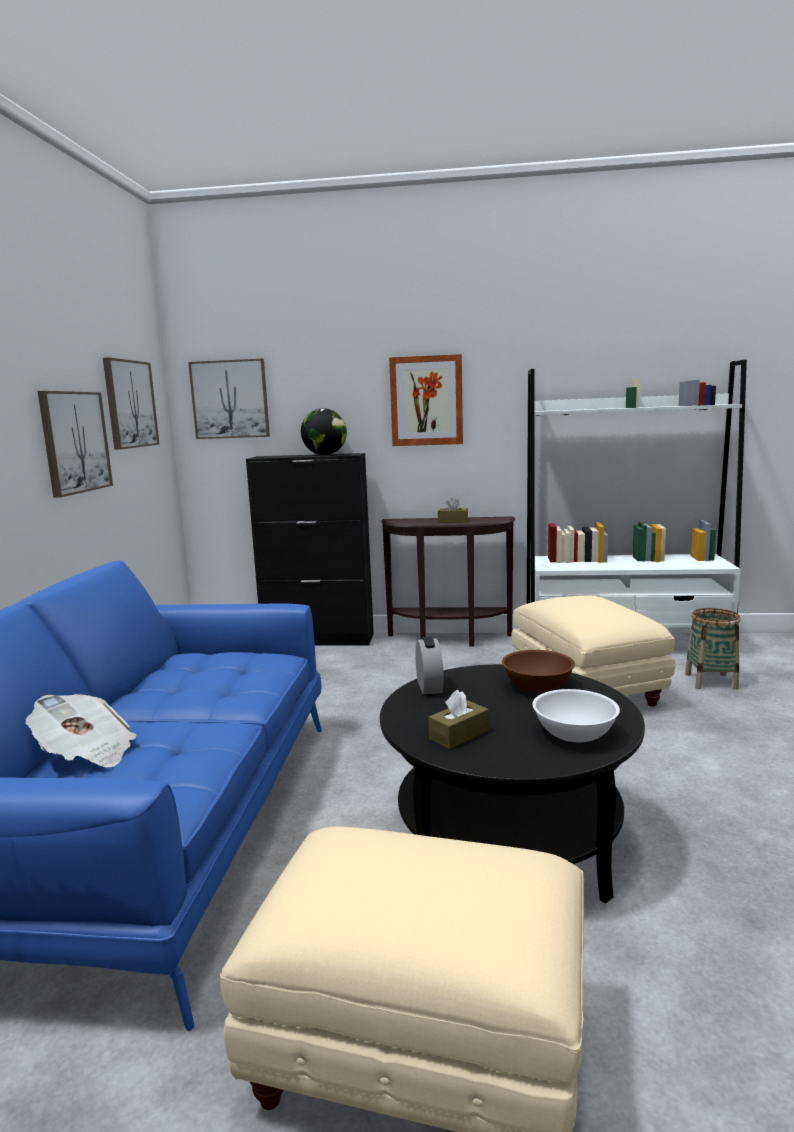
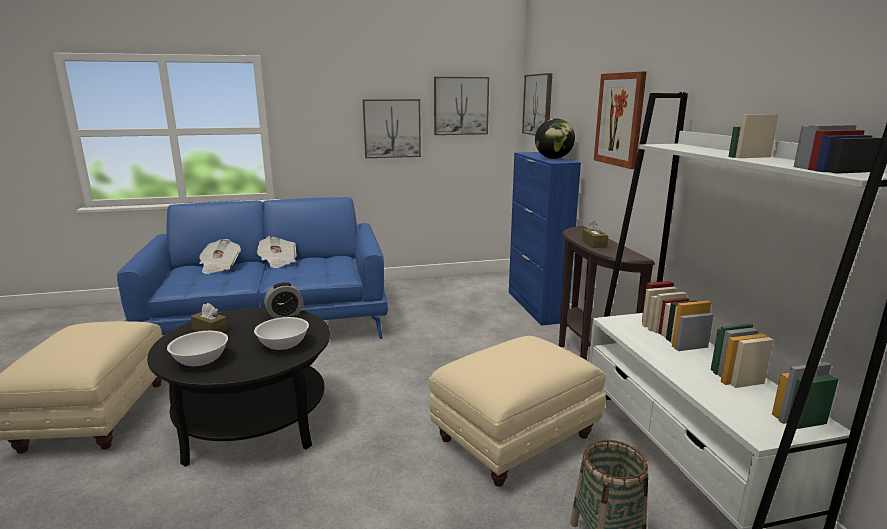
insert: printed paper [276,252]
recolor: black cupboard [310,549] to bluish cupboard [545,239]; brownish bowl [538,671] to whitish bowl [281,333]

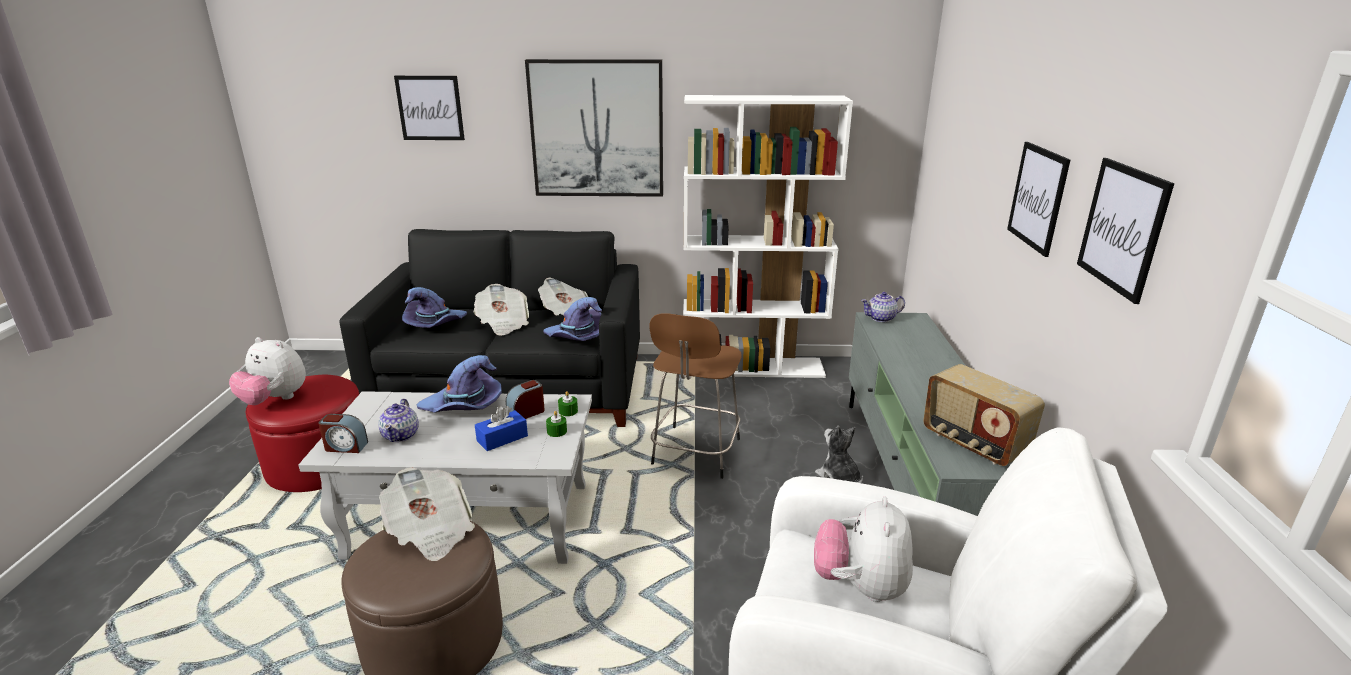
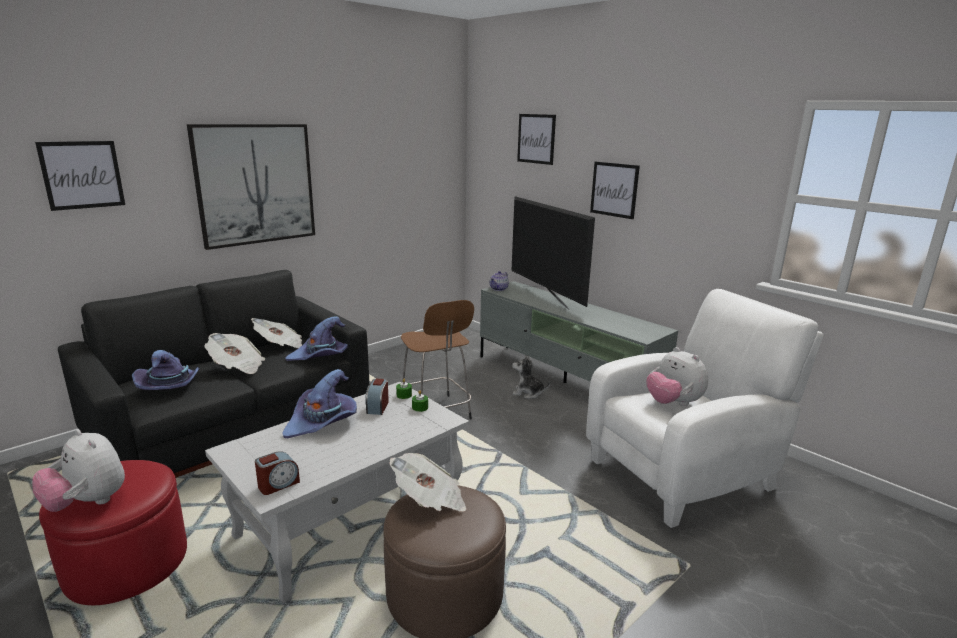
delete: whitish bookshelf [768,236]; radio set [984,415]; teapot [398,420]; bluish tissue holder [501,428]
insert: television [553,252]
move: wall art [1125,231] to [536,139]
rotate: cuddly toy [267,371] = [78,470] 60 degrees clockwise

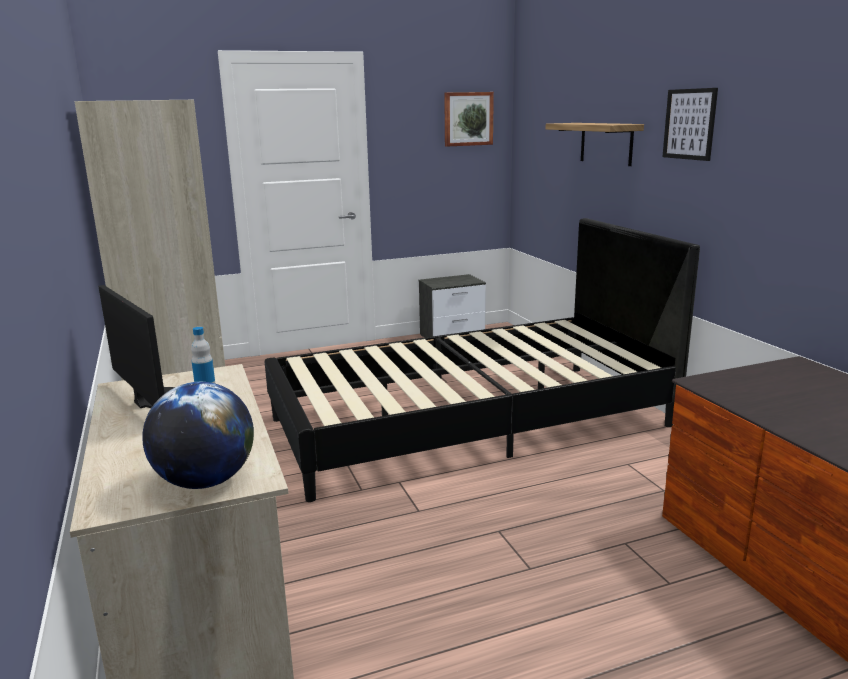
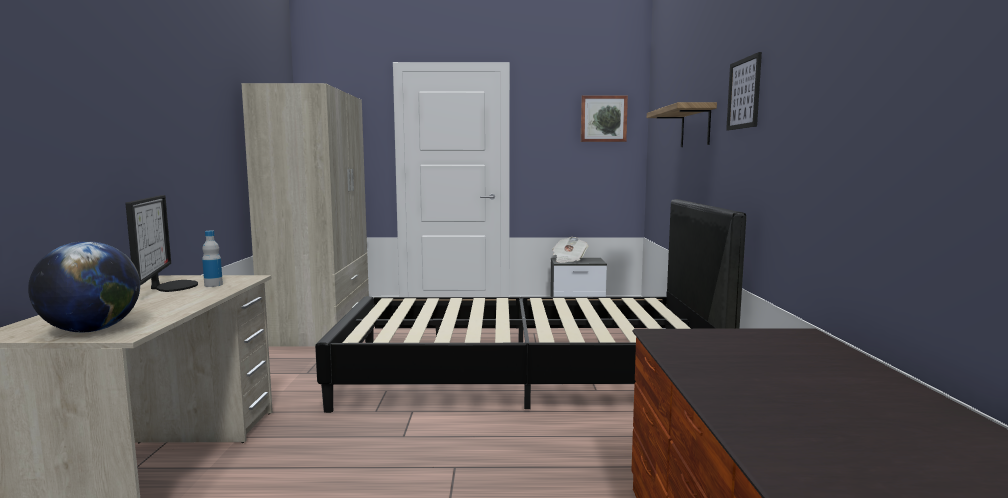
insert: printed paper [570,250]

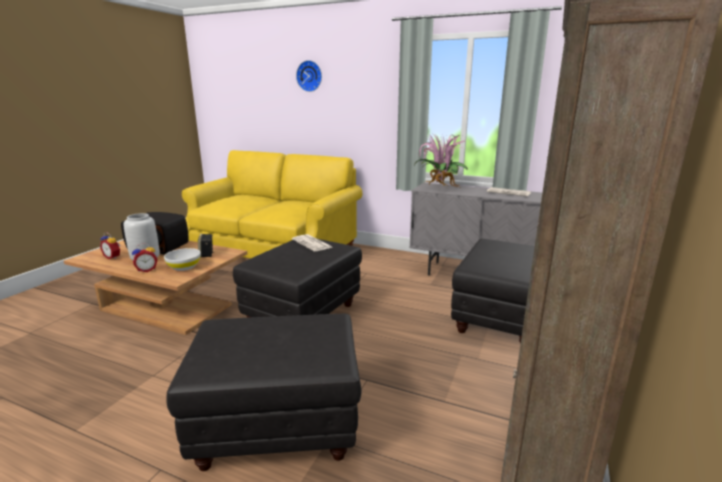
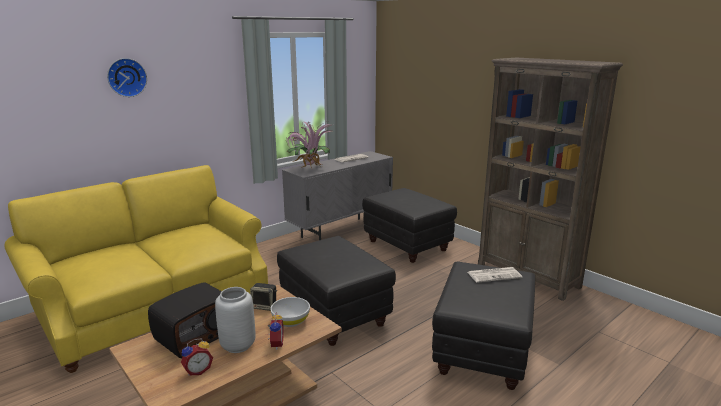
move: printed paper [312,242] to [495,275]

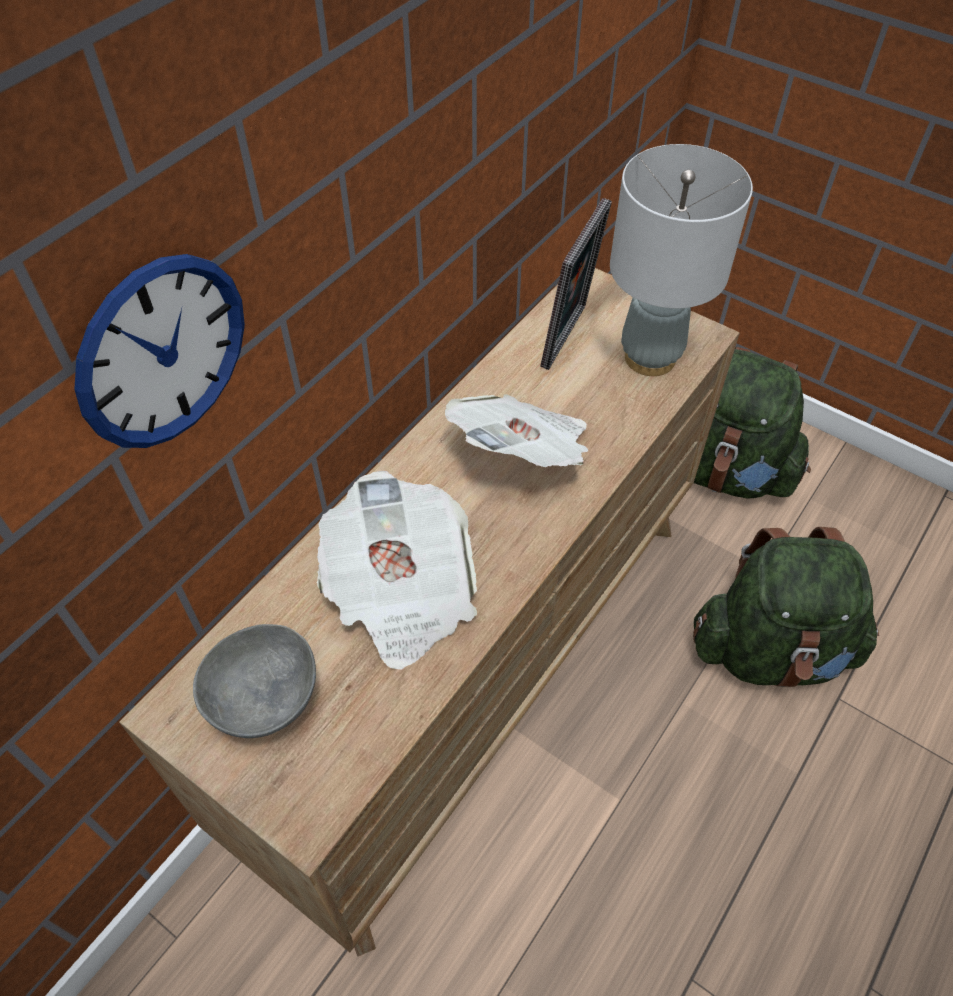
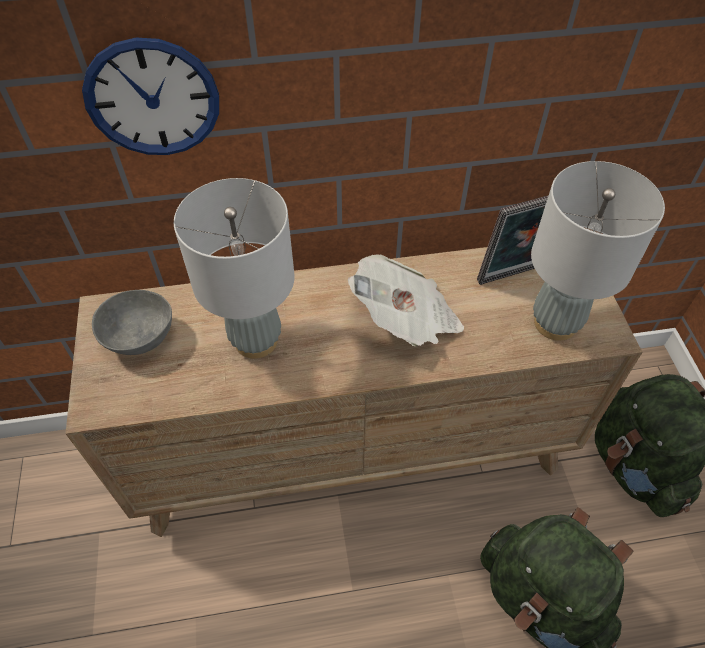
replace: printed paper [396,570] to greyish tabletop lamp [234,268]

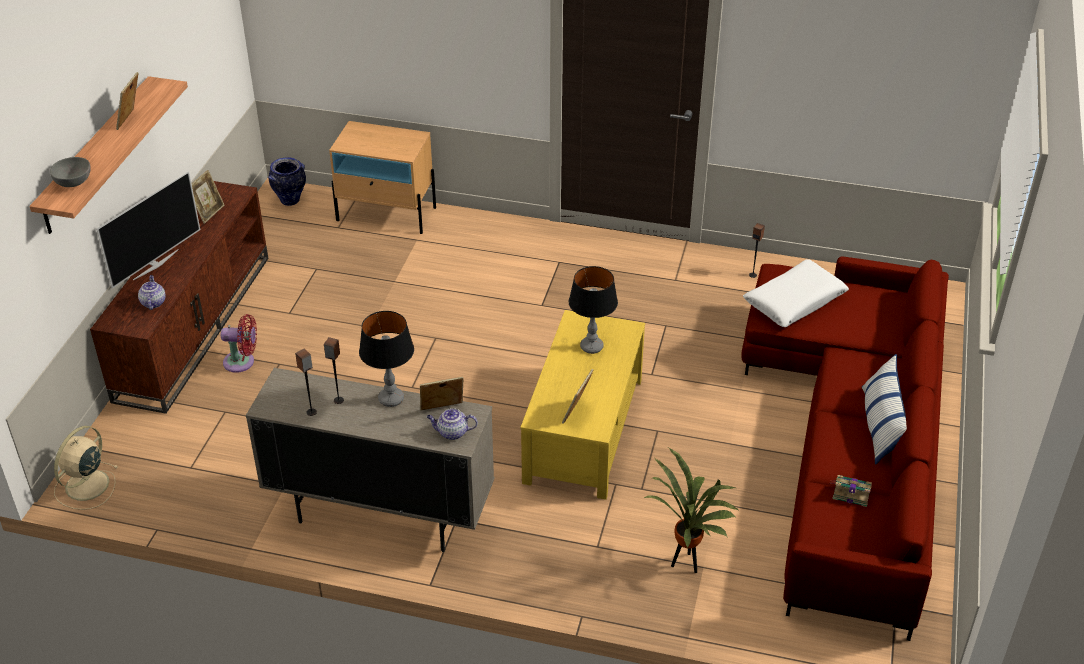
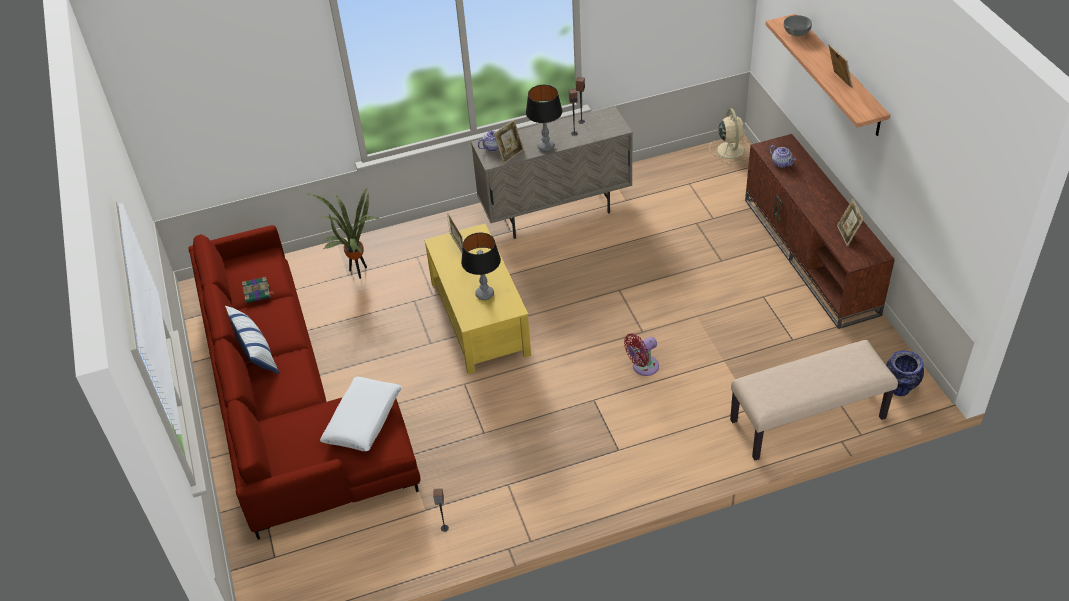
delete: television [148,229]
move: red electric fan [239,343] to [641,354]
replace: beige-coloured night table [382,177] to beige-coloured bench [814,400]

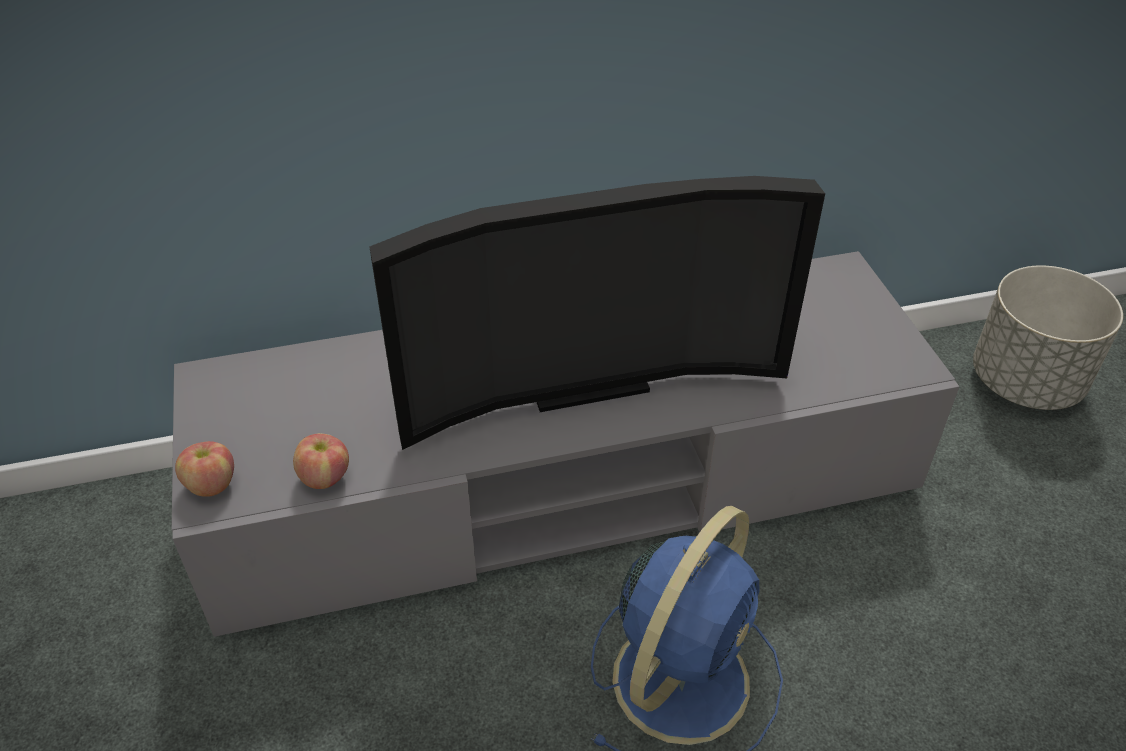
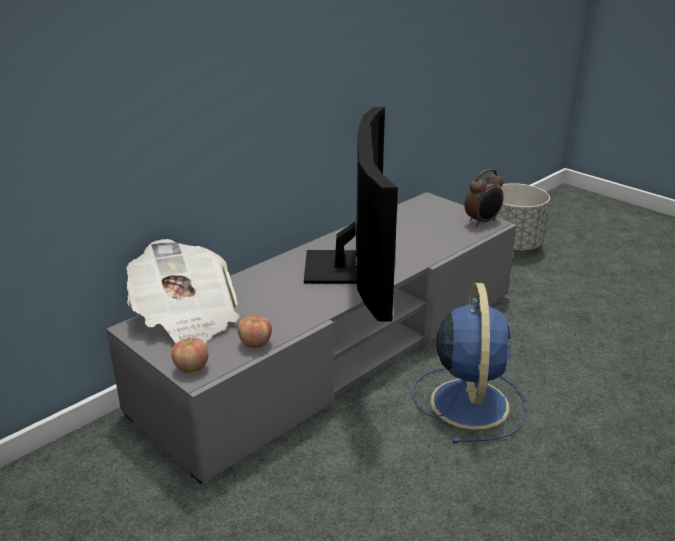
insert: bedside clock [484,198]; printed paper [183,291]
rotate: television [597,313] = [351,214] 45 degrees counterclockwise

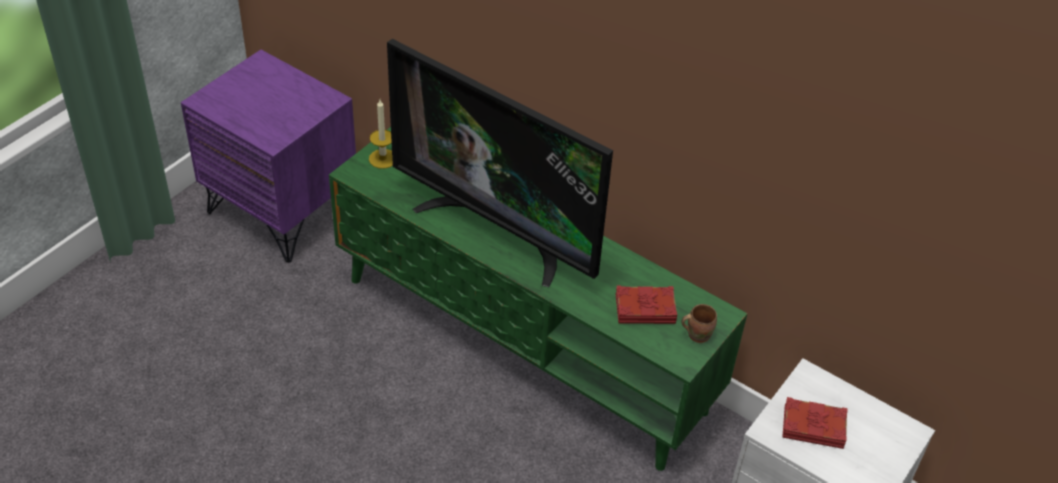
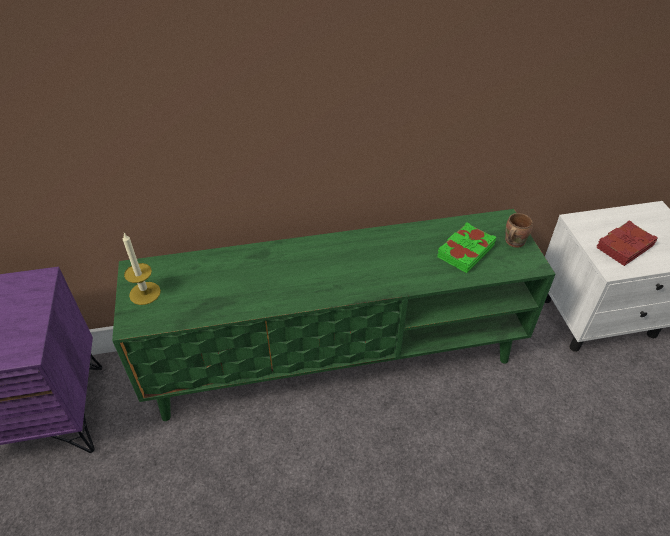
delete: television [500,163]
recolor: red book [646,305] to green-coloured book [466,247]

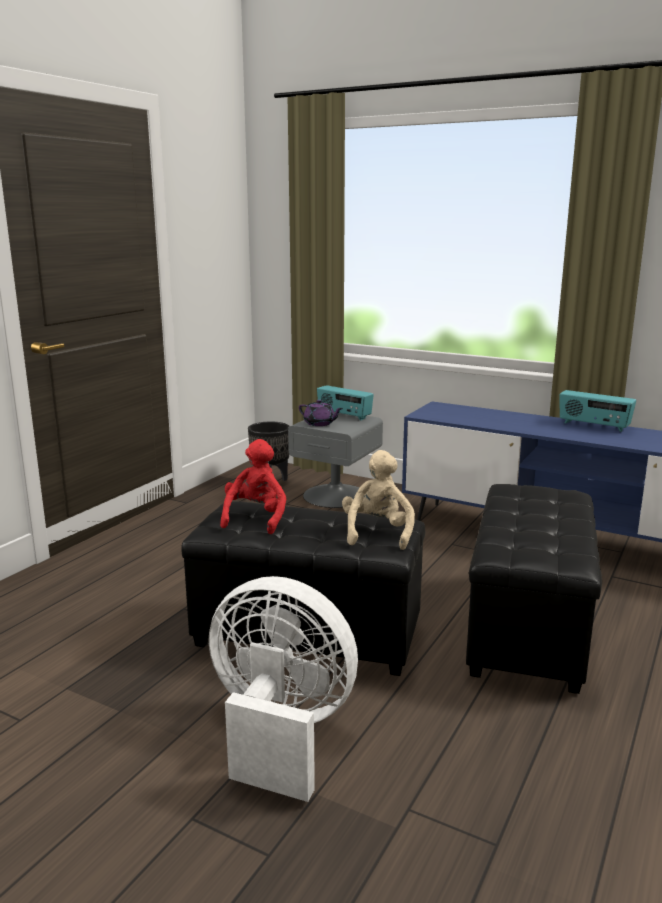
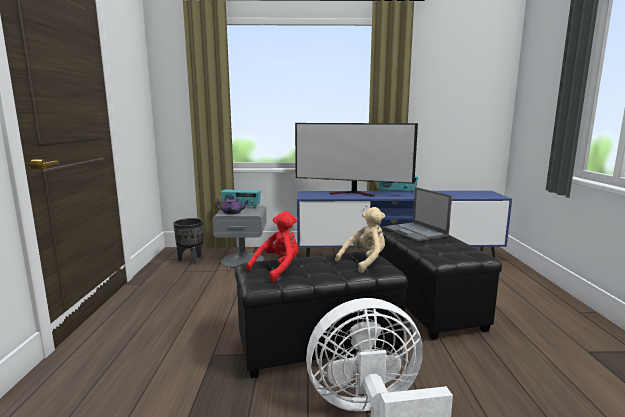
insert: television [356,160]; notebook computer [418,214]
rotate: red cuddly toy [253,486] = [272,246] 60 degrees clockwise; beige-coloured cuddly toy [378,500] = [360,240] 75 degrees clockwise

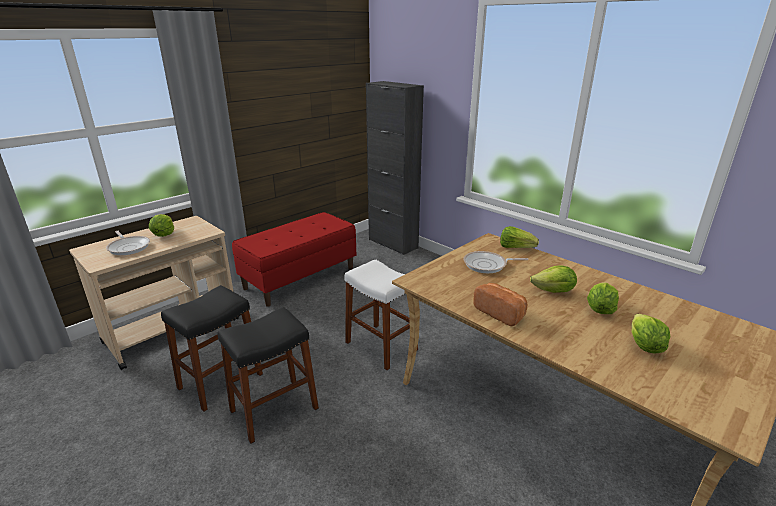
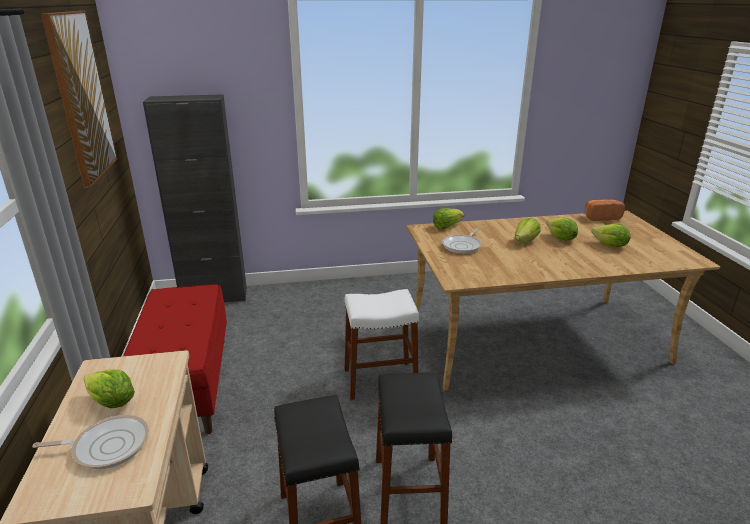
insert: wall art [79,99]
move: bread [500,304] to [605,210]

